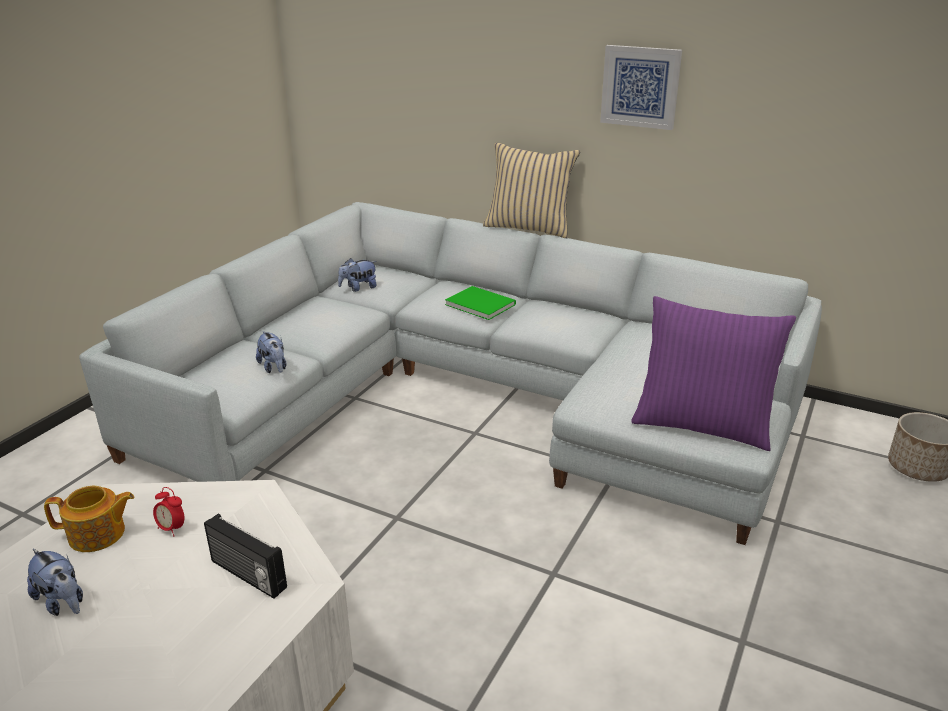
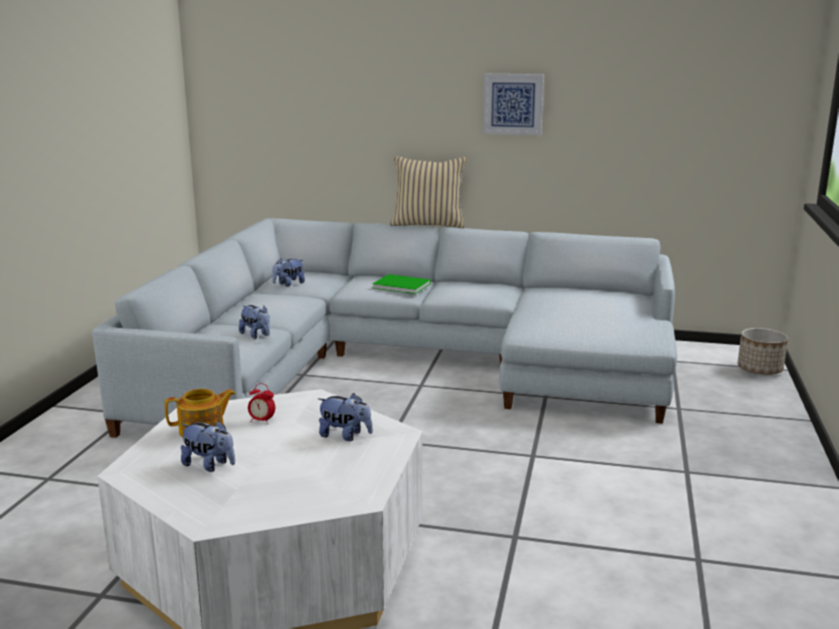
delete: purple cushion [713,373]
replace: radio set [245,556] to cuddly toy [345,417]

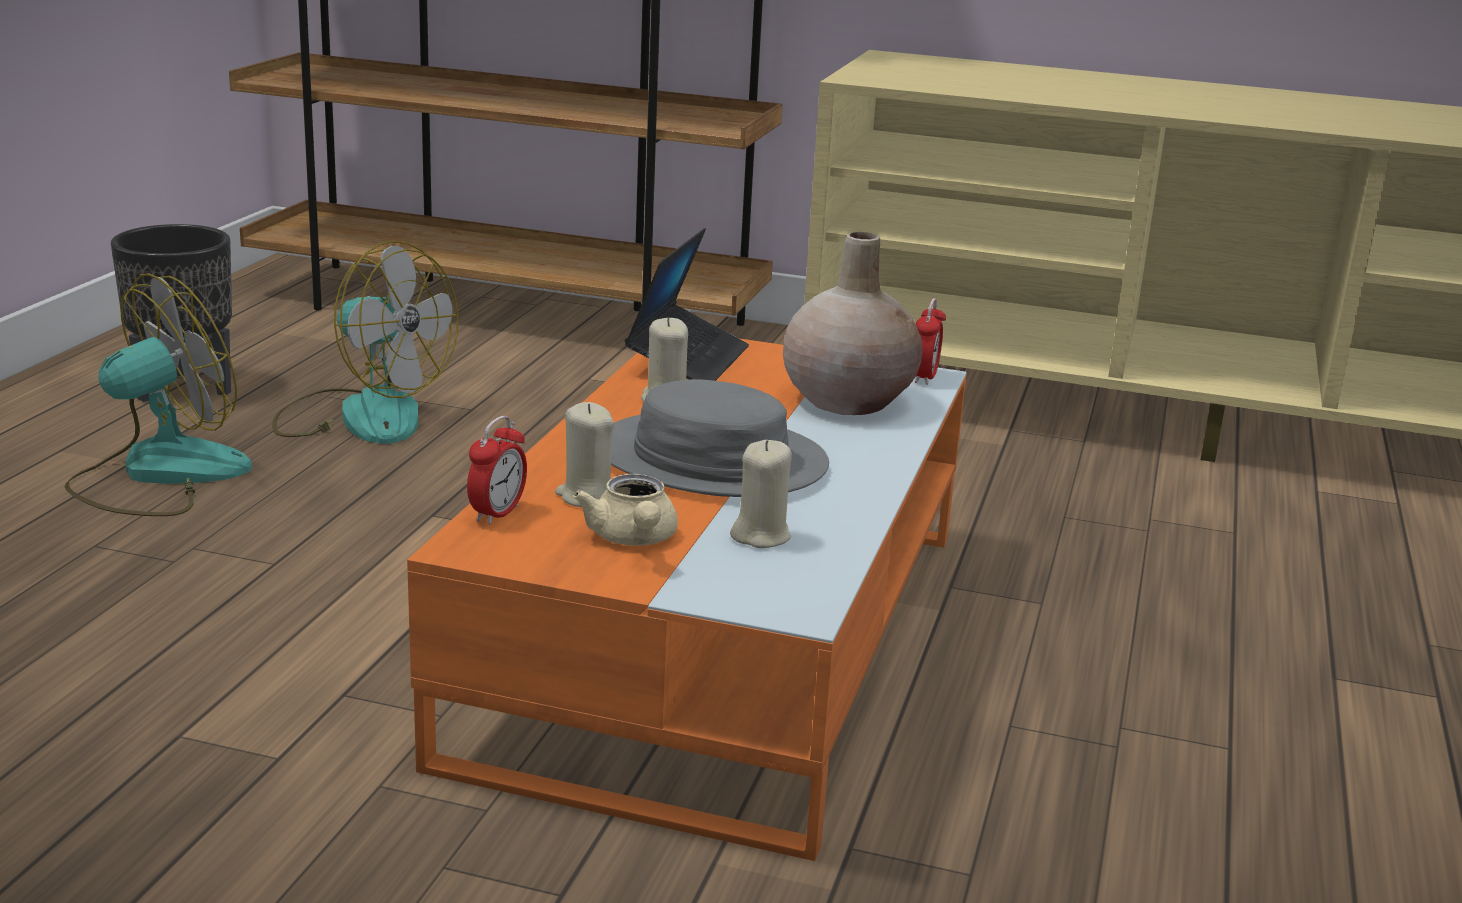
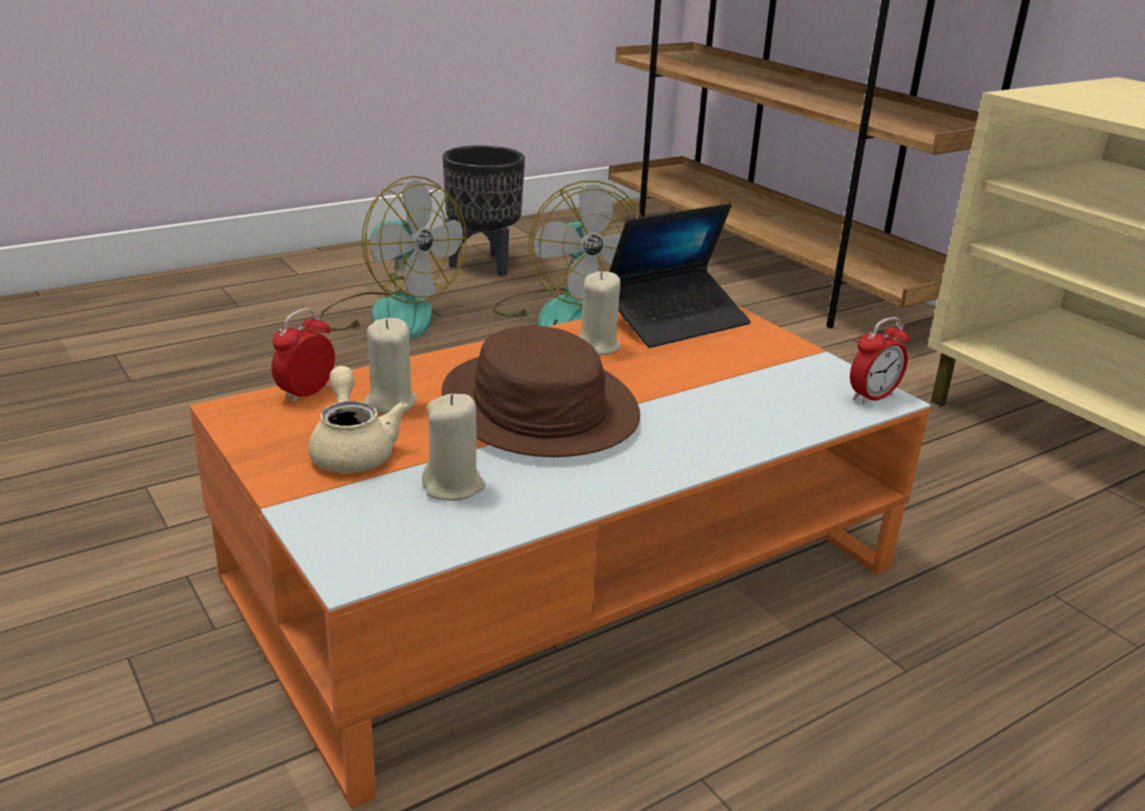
delete: beige-coloured vase [852,323]
recolor: greyish clothing hat [720,438] to brownish clothing hat [541,391]
rotate: electric fan [158,394] = [393,257] 45 degrees clockwise; bedside clock [497,470] = [303,355] 150 degrees clockwise; beige-coloured teapot [625,510] = [358,419] 135 degrees clockwise

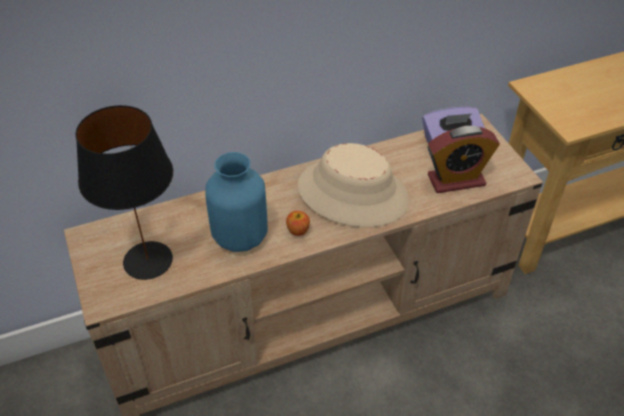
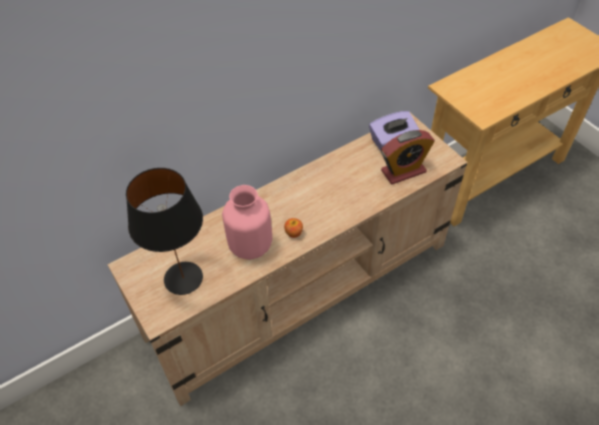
delete: beige-coloured clothing hat [353,185]
recolor: bluish vase [236,202] to pink-coloured vase [247,222]

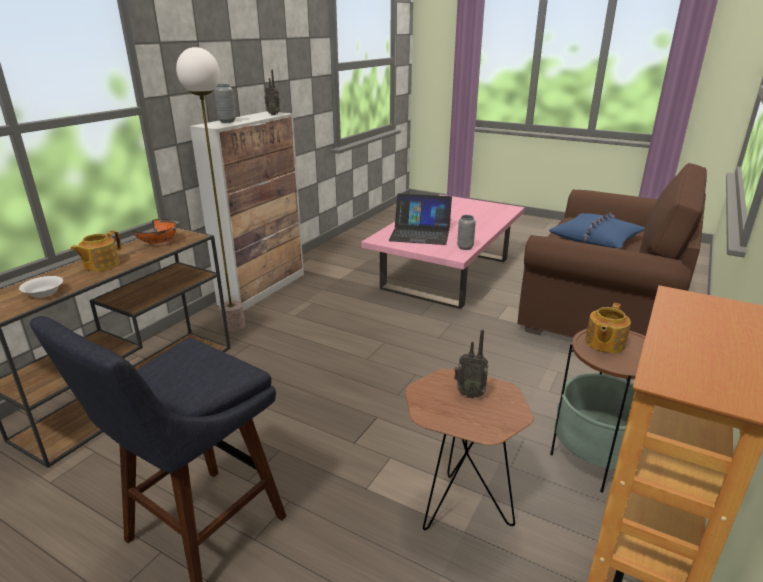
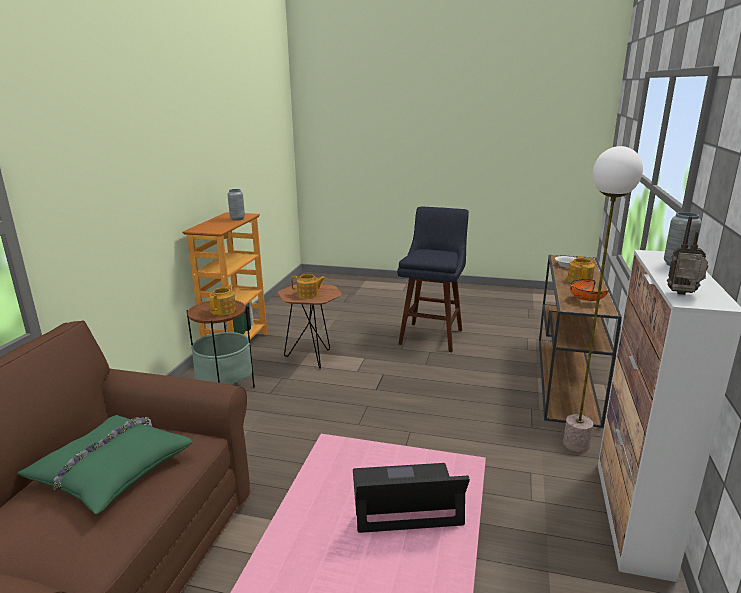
move: greyish vase [466,232] to [236,205]
replace: radio set [471,364] to teapot [308,286]
recolor: bluish cushion [597,230] to green-coloured cushion [105,464]

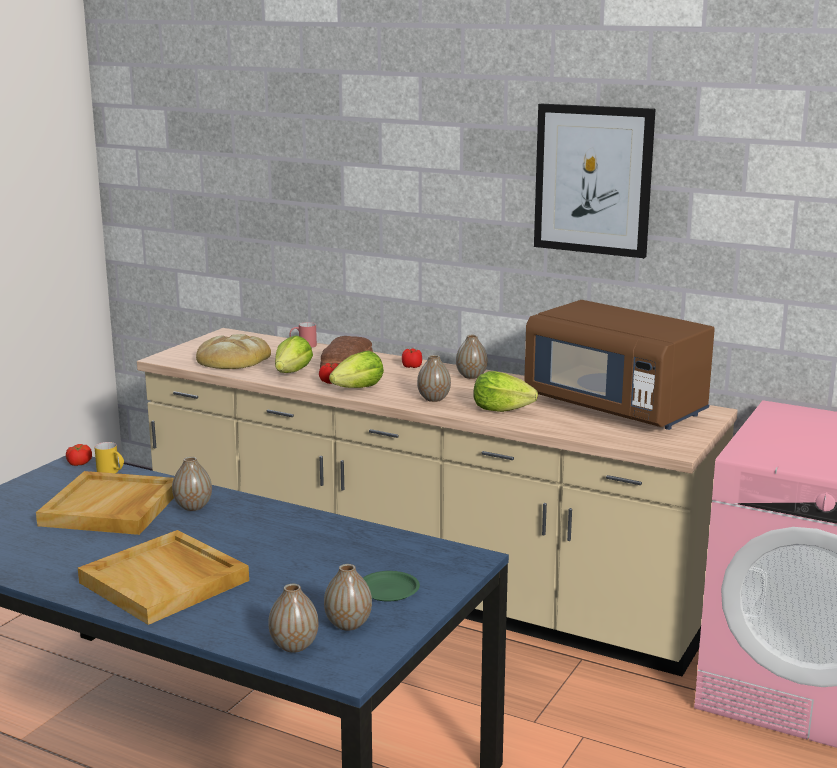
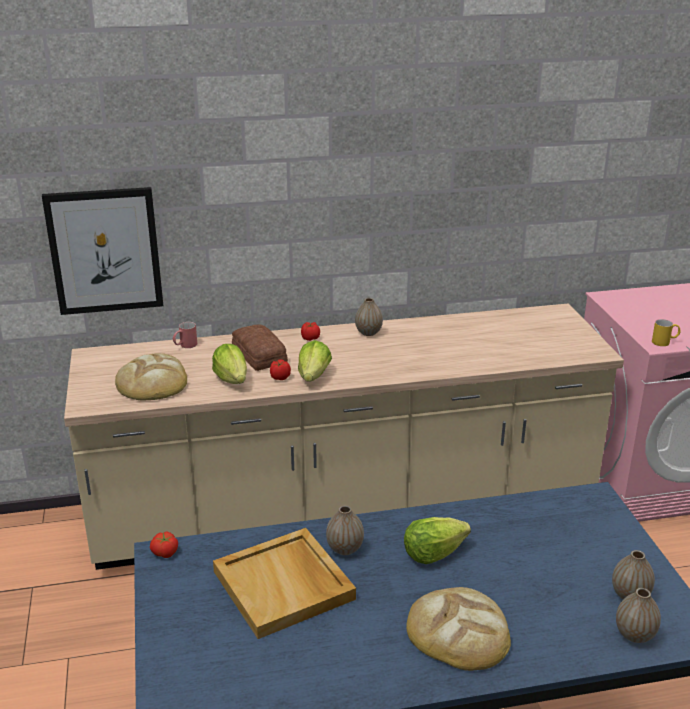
delete: brownish microwave [619,365]; vase [434,378]; green-coloured flat dish [391,586]
move: wall art [595,181] to [102,251]; head of lettuce [506,391] to [437,540]; yellowish coffee mug [109,457] to [666,332]
replace: beige-coloured tray [163,577] to bread [458,629]

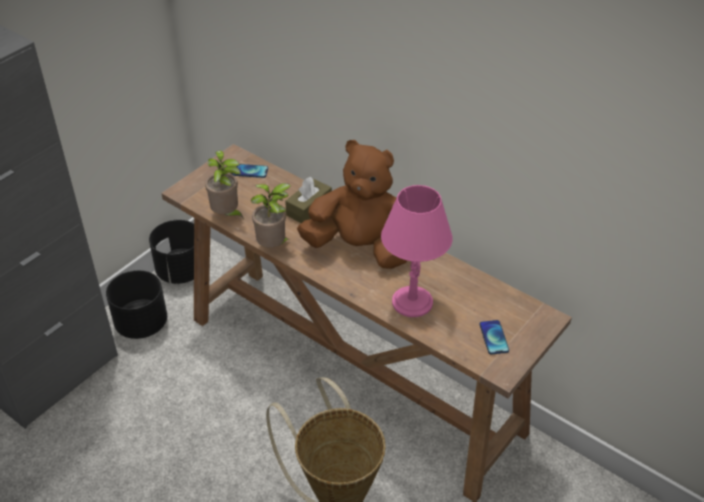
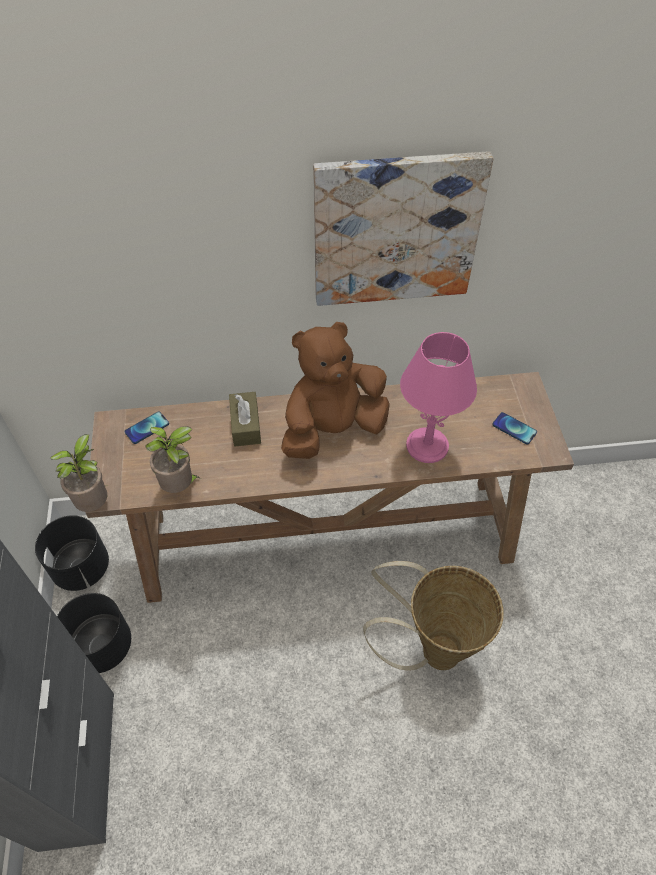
insert: wall art [403,228]
move: houseplant [271,215] to [78,473]

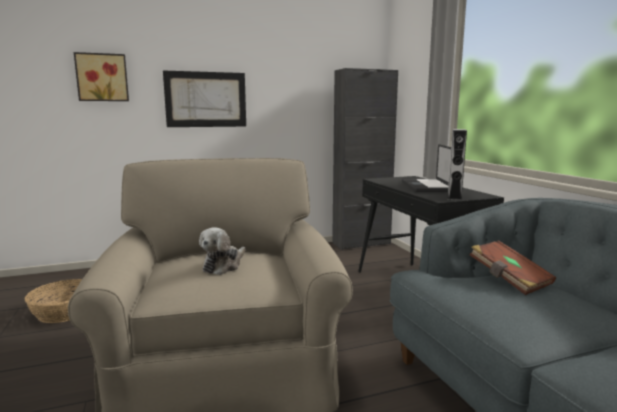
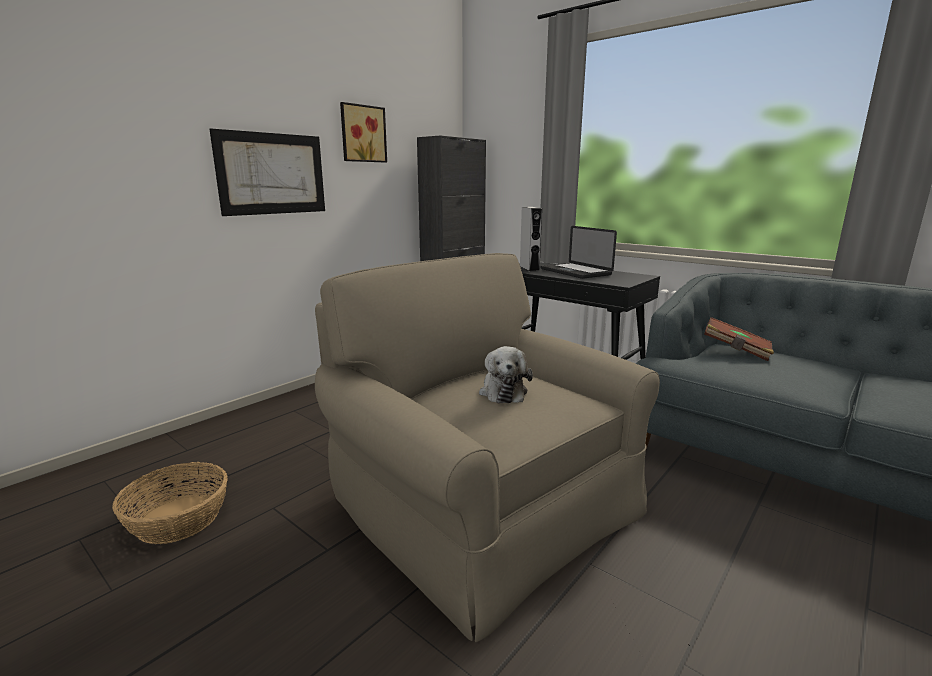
move: wall art [101,76] to [363,132]; greyish audio speaker [457,164] to [531,239]

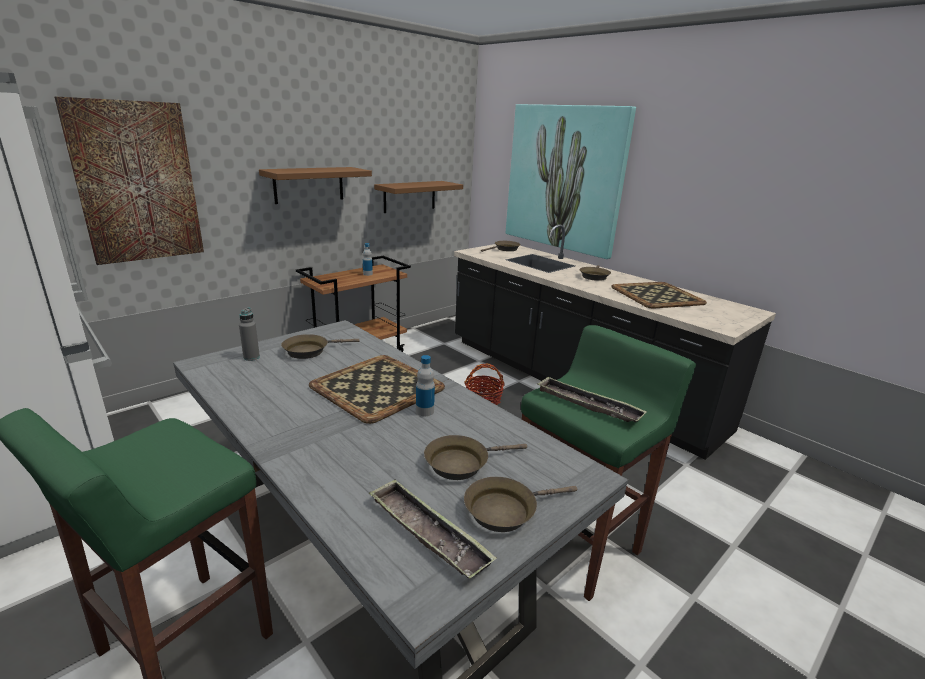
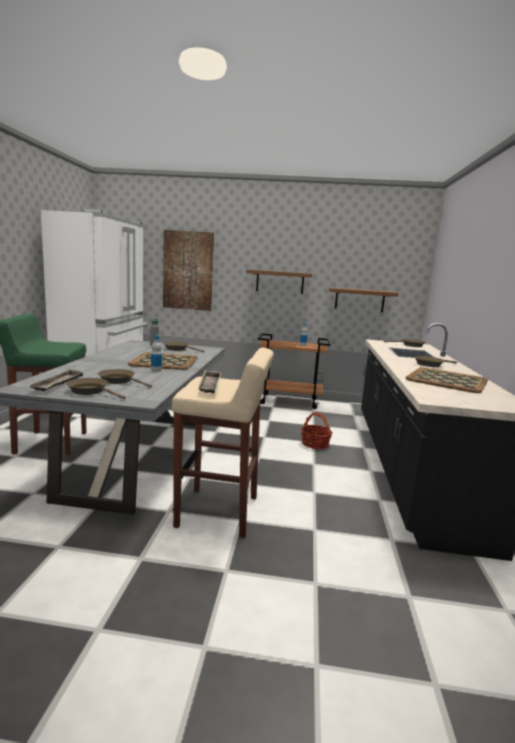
delete: wall art [571,181]
recolor: green-coloured sitting stool [608,463] to beige-coloured sitting stool [223,443]

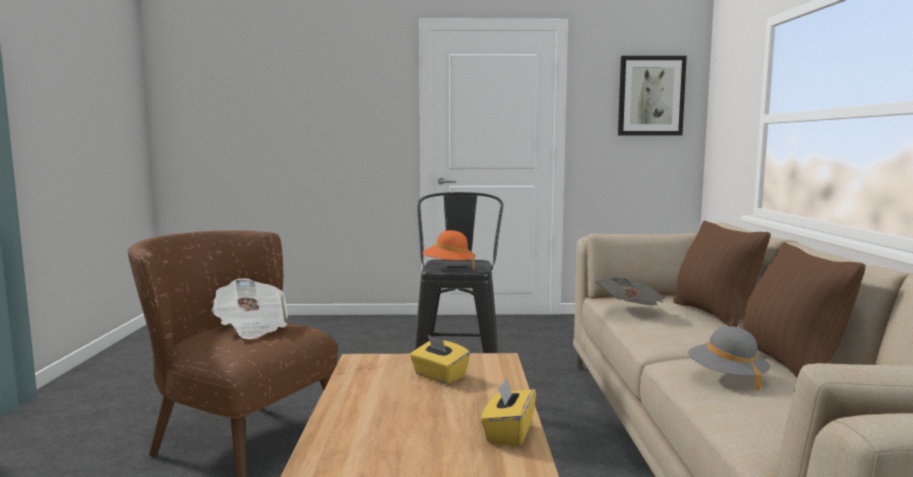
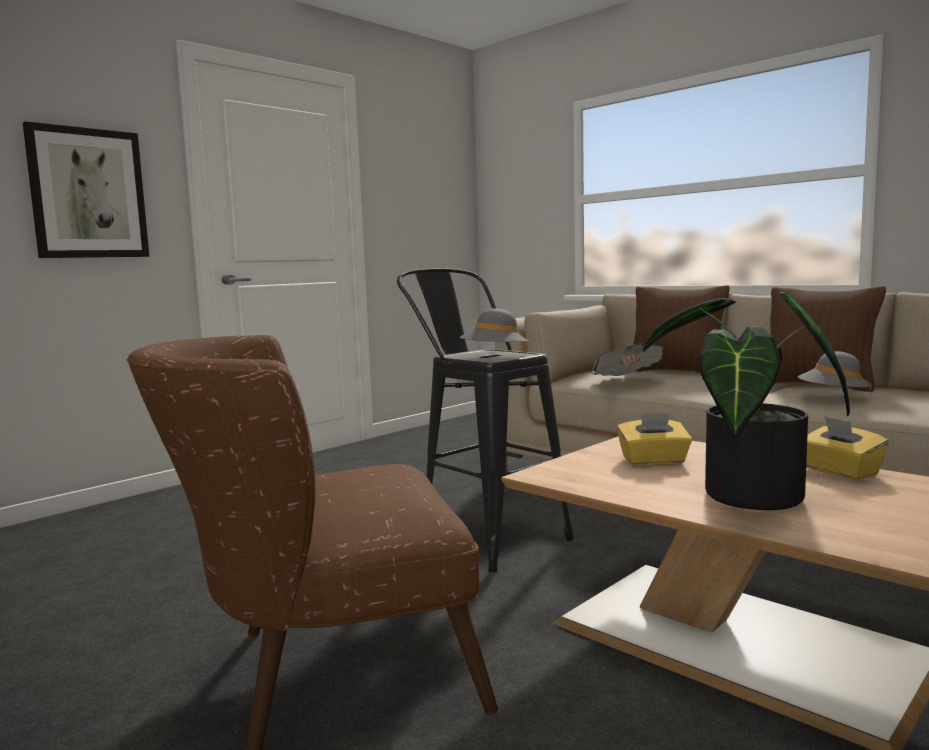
delete: printed paper [250,308]
insert: houseplant [746,401]
move: wall art [652,96] to [86,189]
recolor: orangey clothing hat [449,250] to greyish clothing hat [493,331]

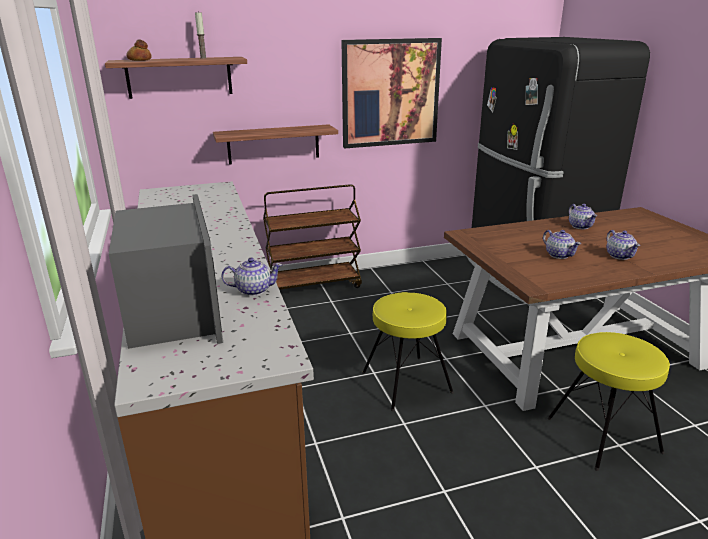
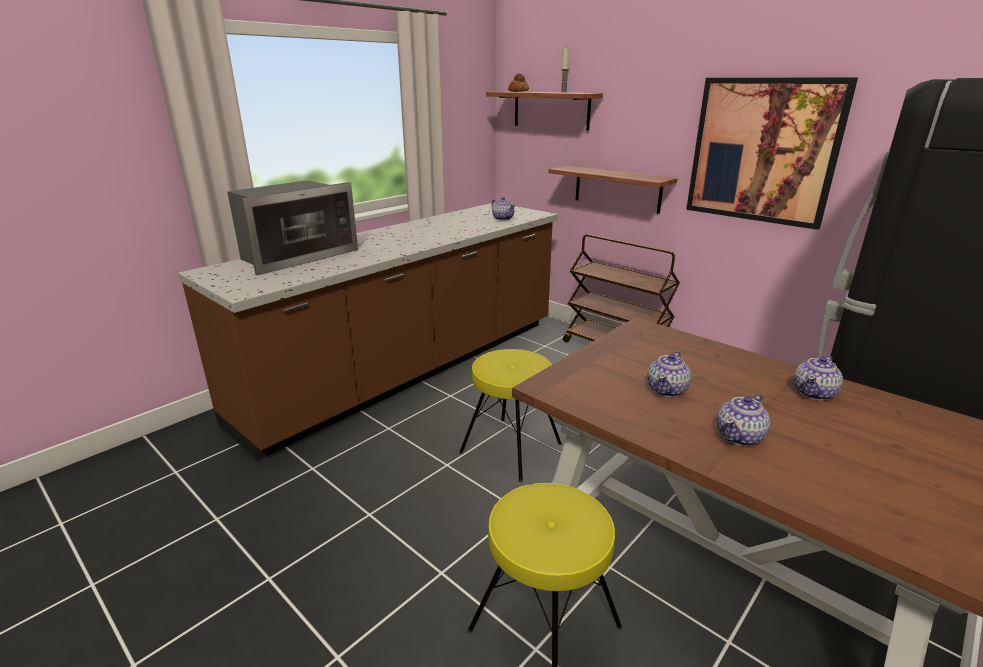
move: teapot [251,277] to [503,208]

